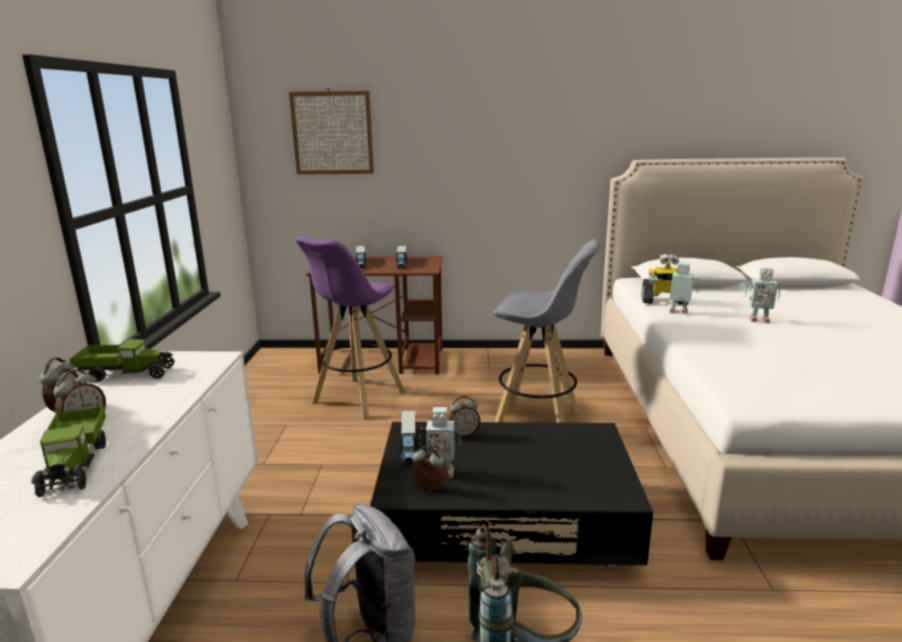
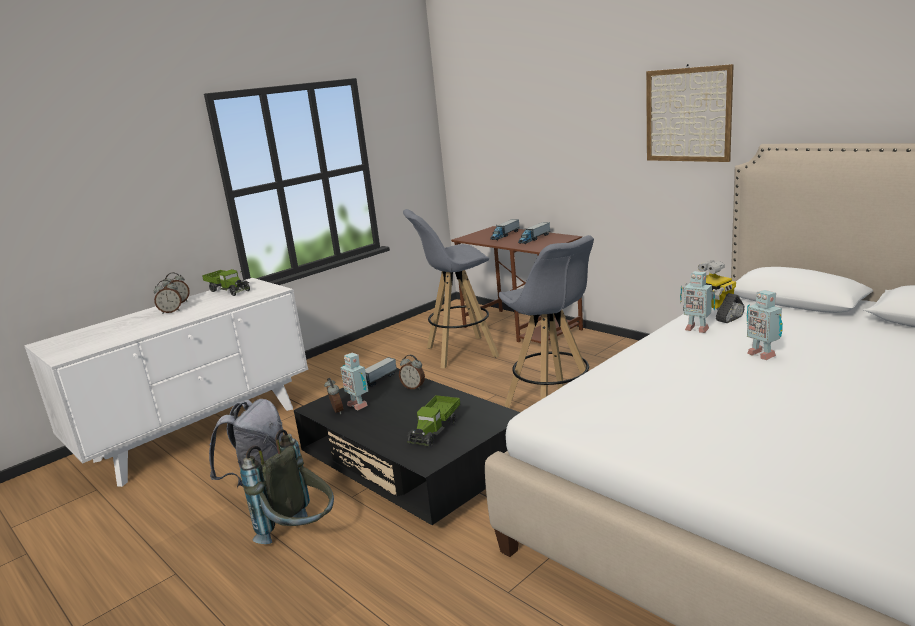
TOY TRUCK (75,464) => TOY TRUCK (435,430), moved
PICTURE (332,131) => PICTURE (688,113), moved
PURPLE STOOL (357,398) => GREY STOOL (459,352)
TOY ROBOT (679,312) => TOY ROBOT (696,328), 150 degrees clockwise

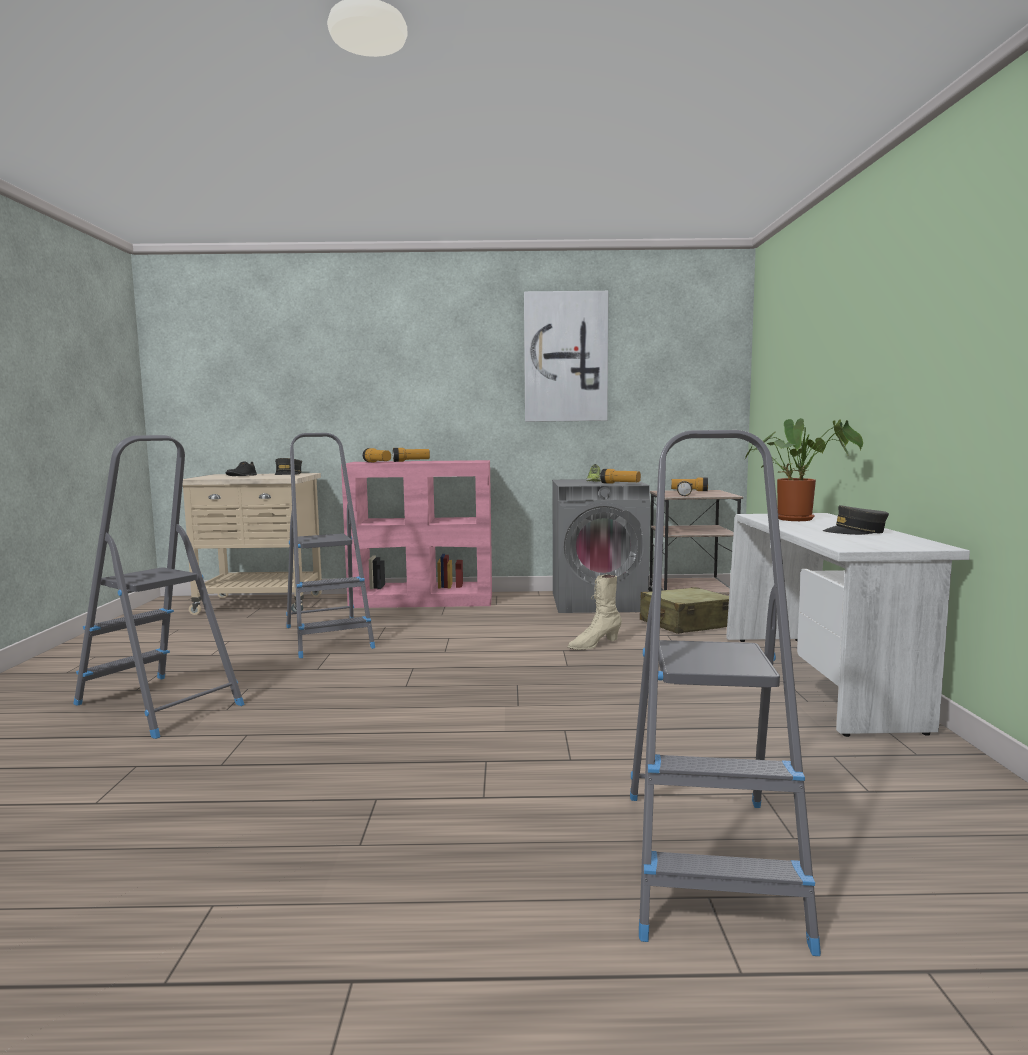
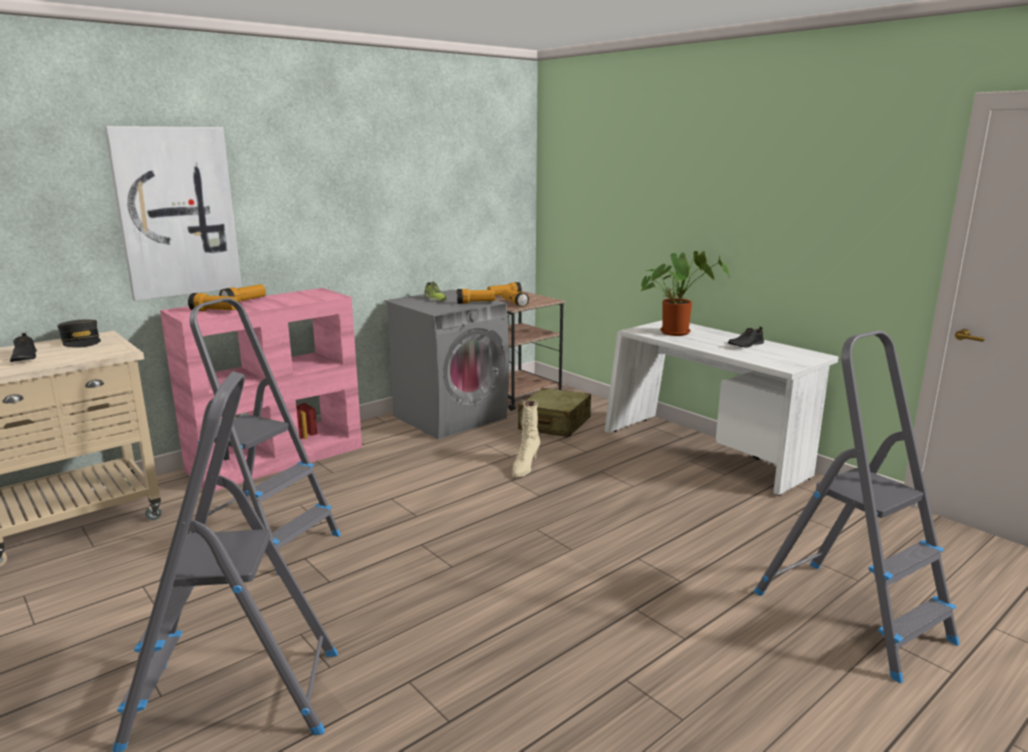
PICTURE (565,357) => PICTURE (176,212), moved
GREY CAP (855,532) => BLACK SHOE (745,345)

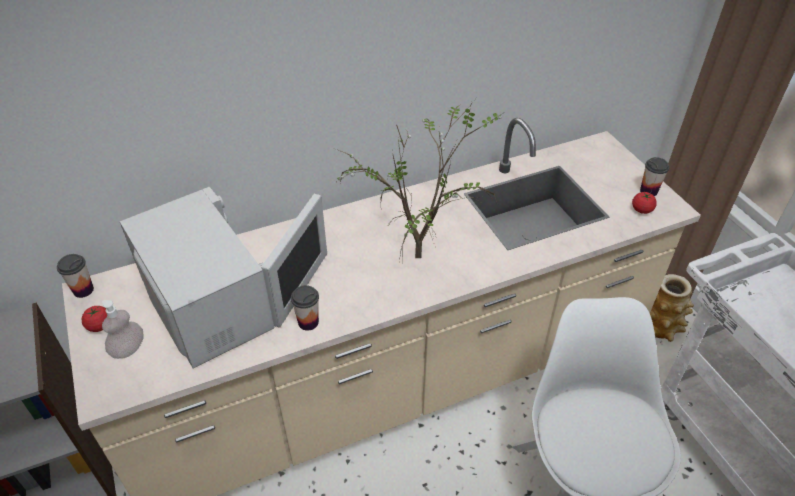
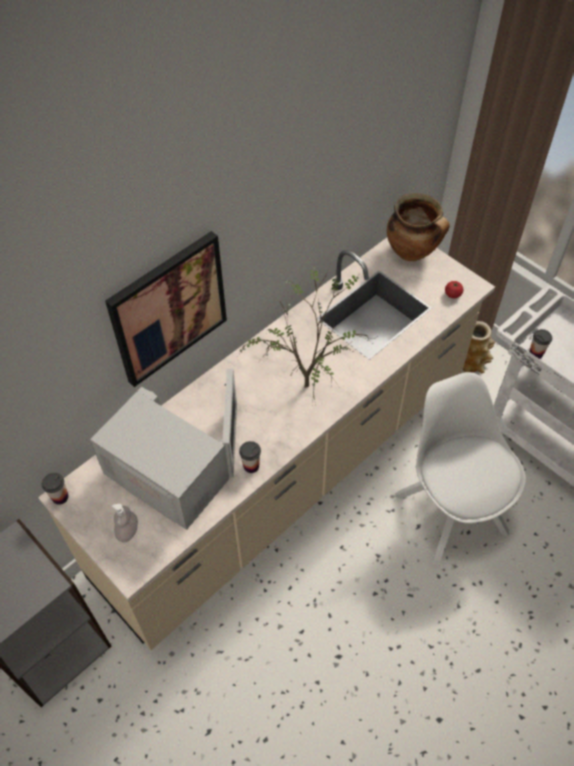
TOMATO (99,326) => nothing
CUP (648,191) => CUP (536,353), moved
nothing => PICTURE (168,308)
nothing => COOKING POT (412,252)

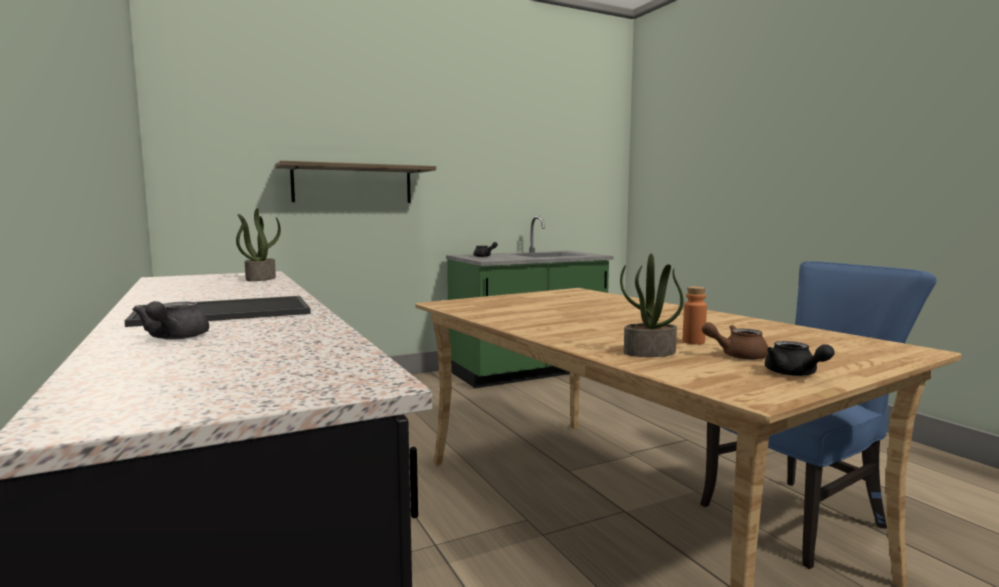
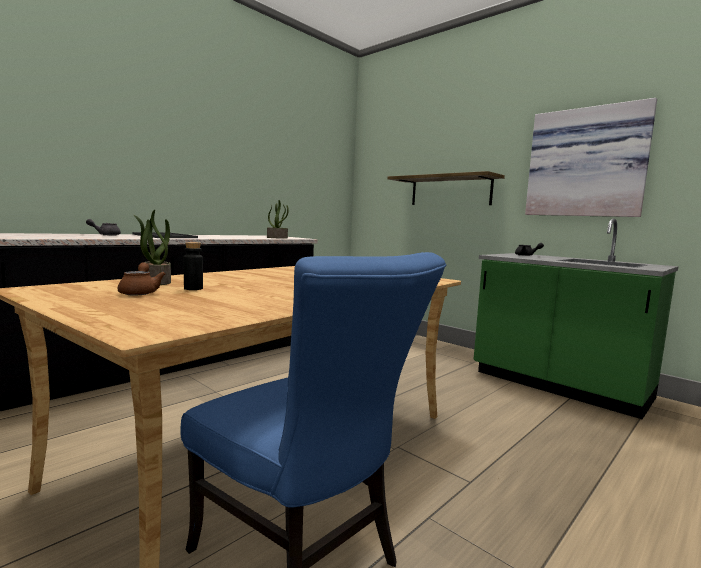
ORANGE BOTTLE (693,342) => BLACK BOTTLE (193,288)
BLACK TEAPOT (794,374) => nothing
nothing => PICTURE (586,163)

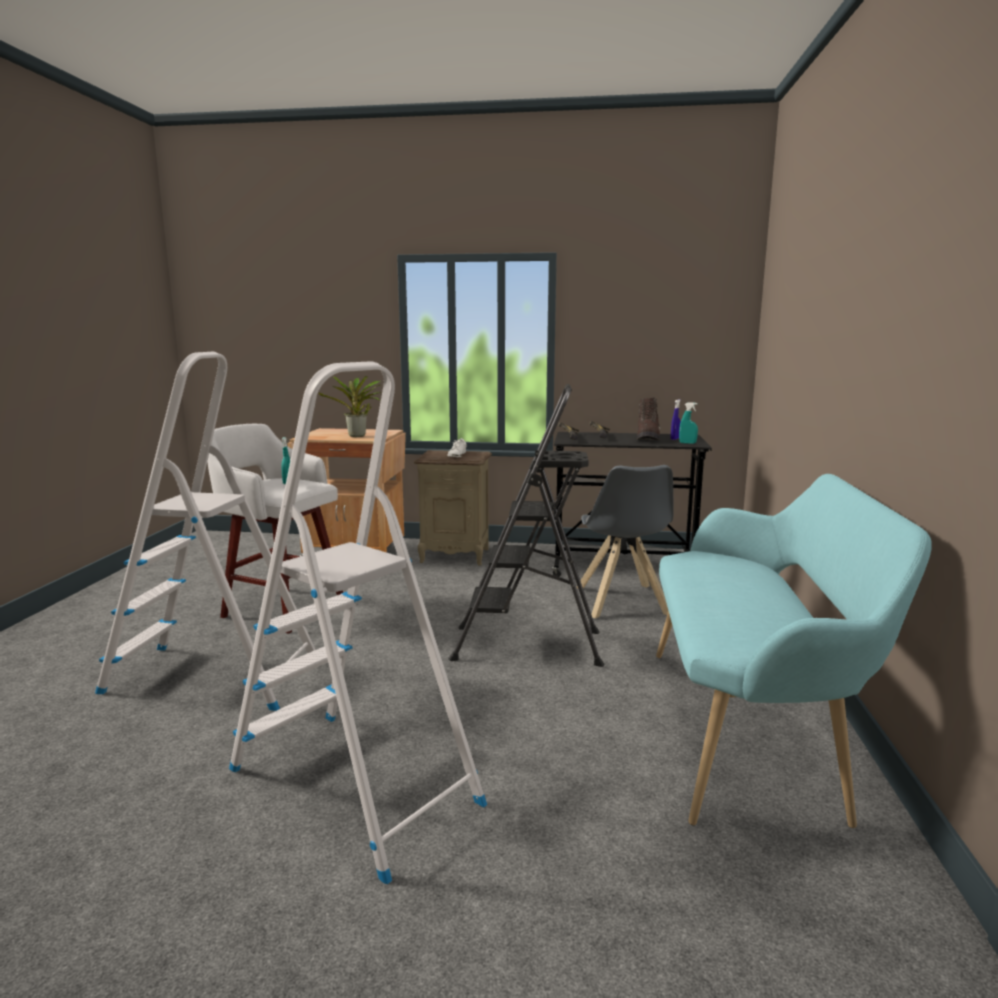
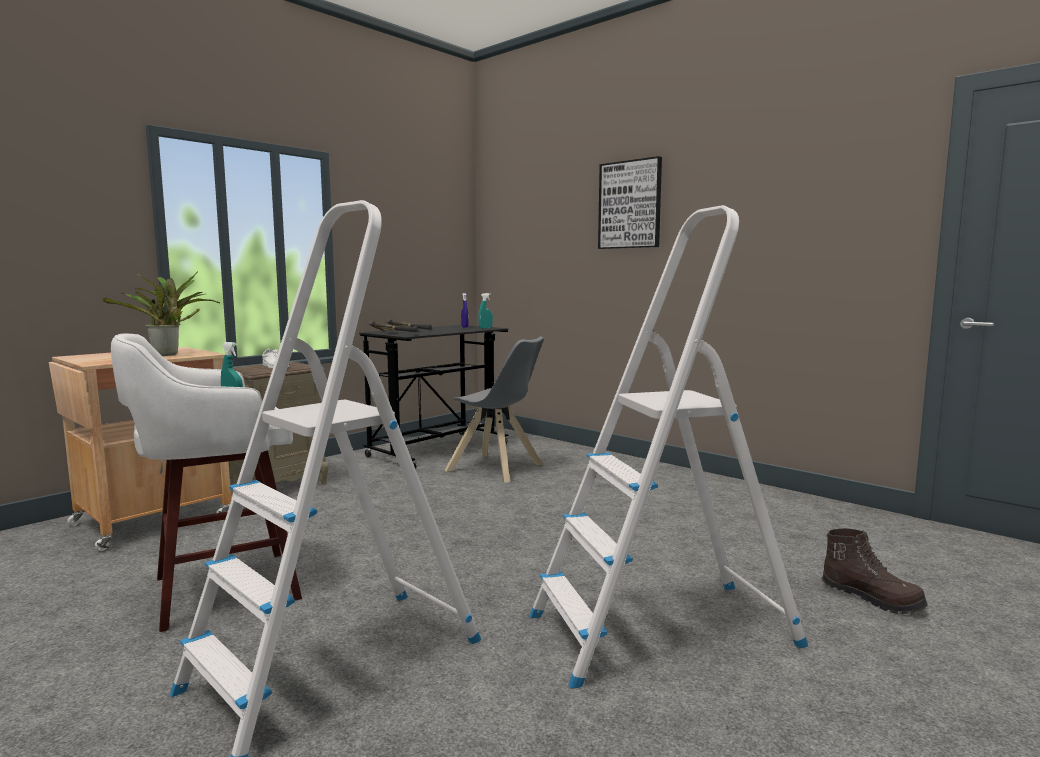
STEP LADDER (529,645) => nothing
BROWN BOOT (647,438) => BROWN BOOT (872,598), moved
TURQUOISE BENCH (751,729) => nothing
nothing => PICTURE (630,205)

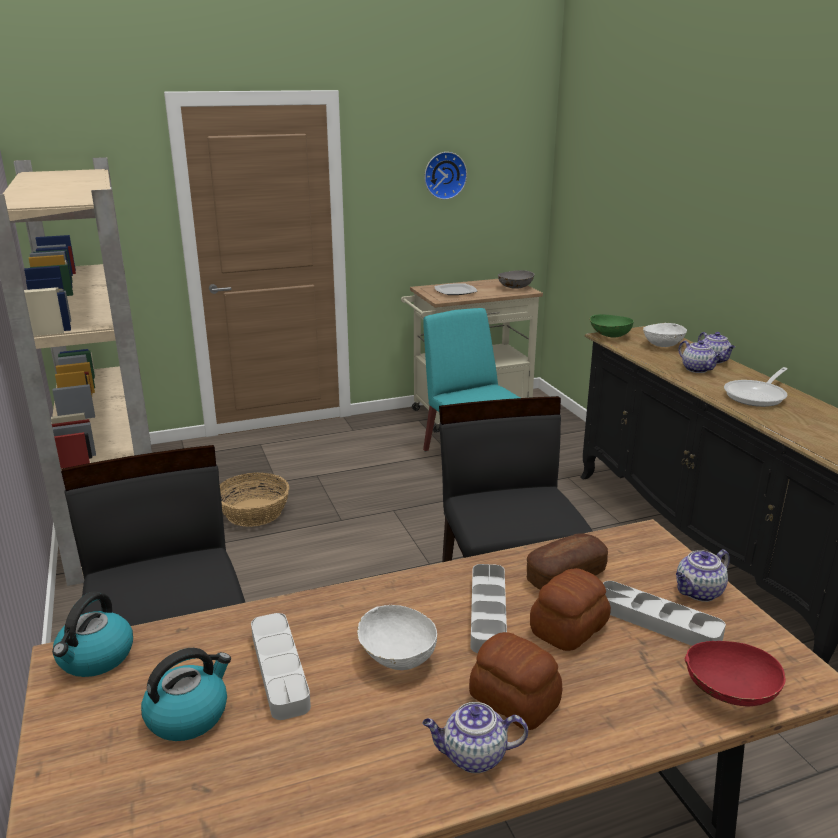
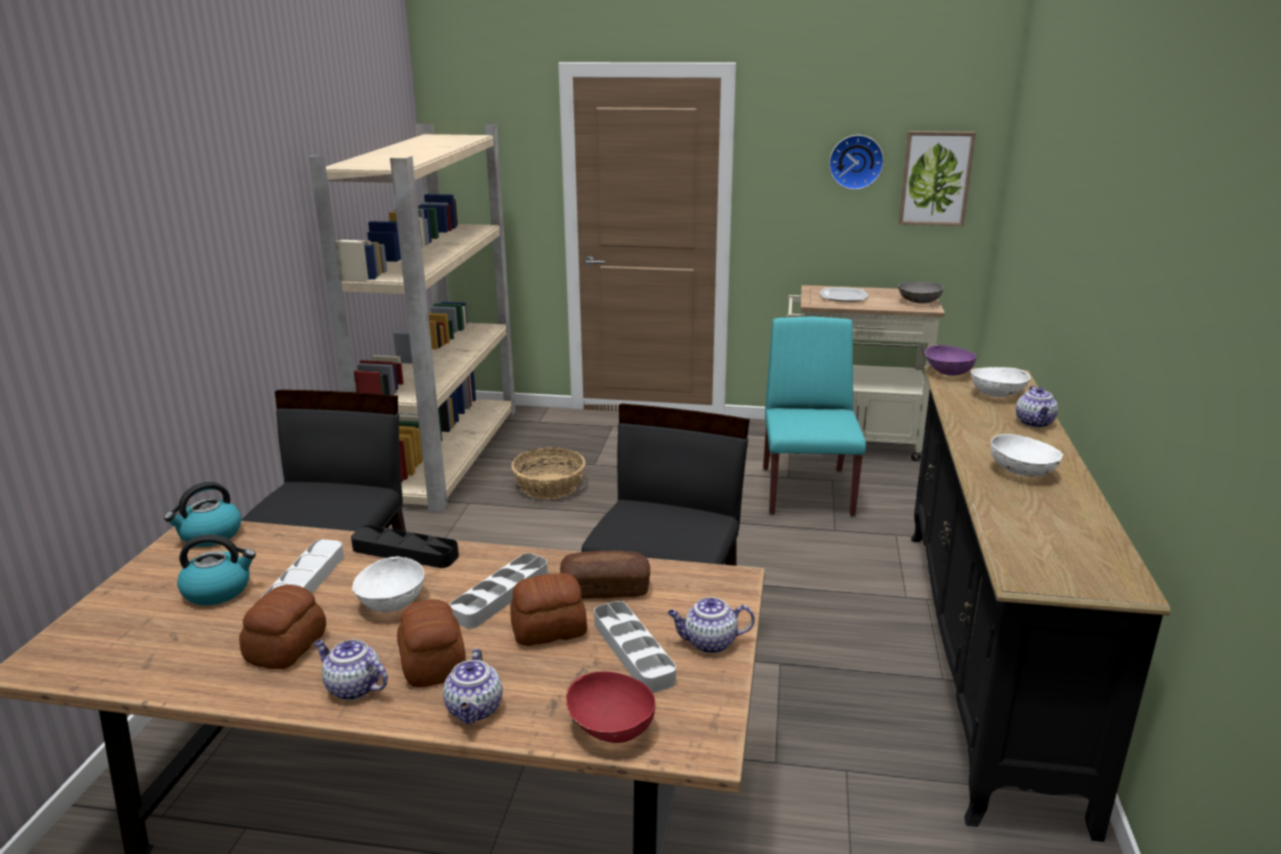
GREEN BOWL (609,336) => PURPLE BOWL (947,373)
TEAPOT (697,369) => TEAPOT (475,710), moved
FRYING PAN (757,395) => WHITE BOWL (1022,471)
nothing => BREAD (288,646)
nothing => BLACK TRAY (405,552)
nothing => PICTURE (935,178)

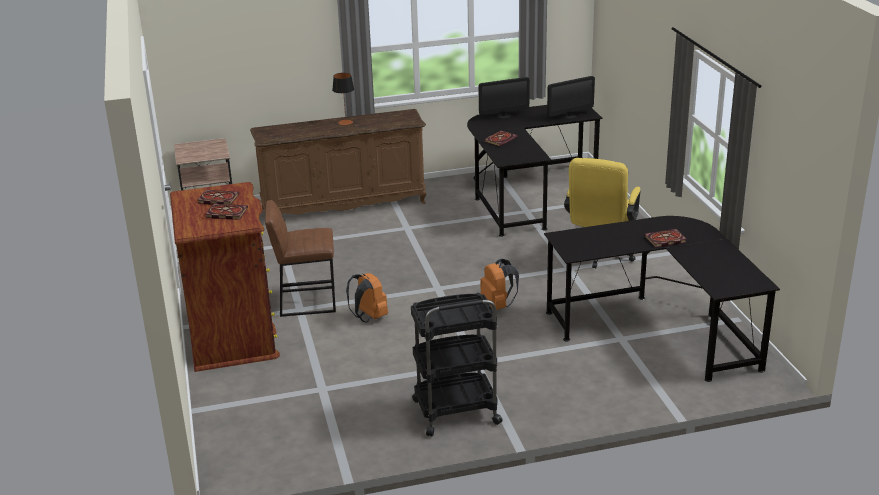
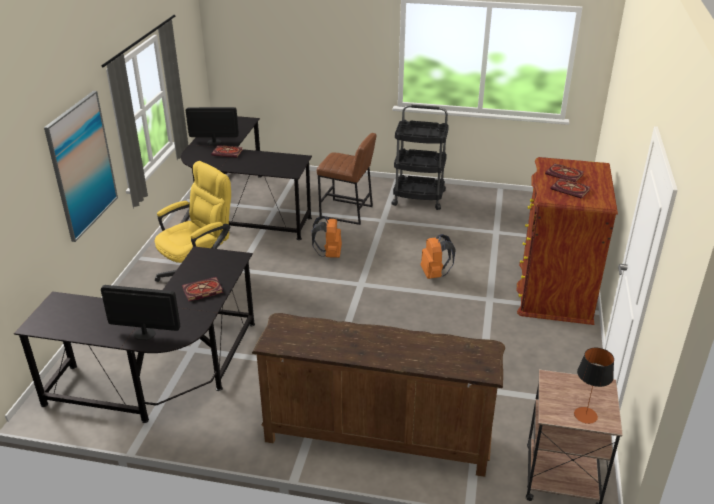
BROWN CHAIR (306,301) => BROWN CHAIR (347,212), moved
TABLE LAMP (345,122) => TABLE LAMP (585,415), moved
MONITOR (569,116) => MONITOR (214,142), moved
nothing => PICTURE (82,165)

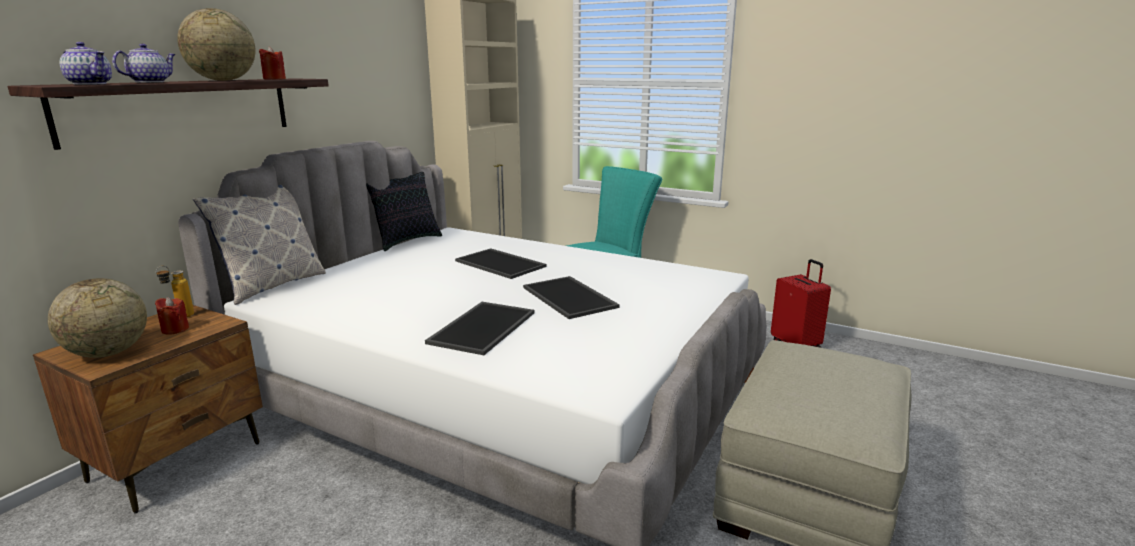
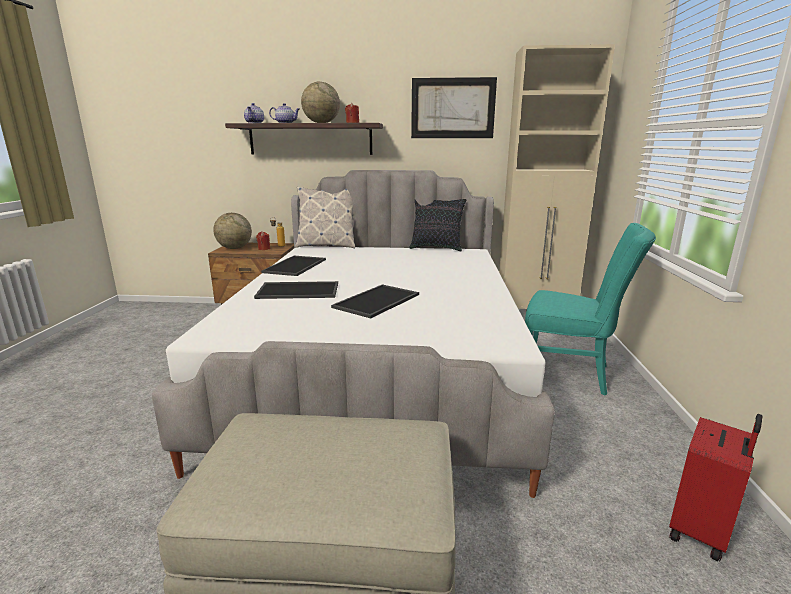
TRAY (501,263) => TRAY (296,266), moved
nothing => PICTURE (452,108)

